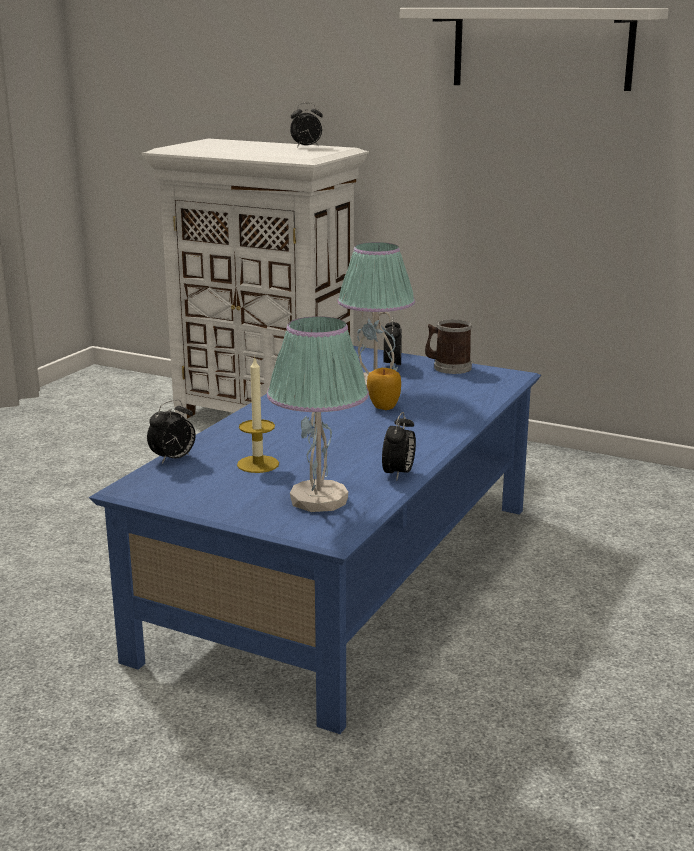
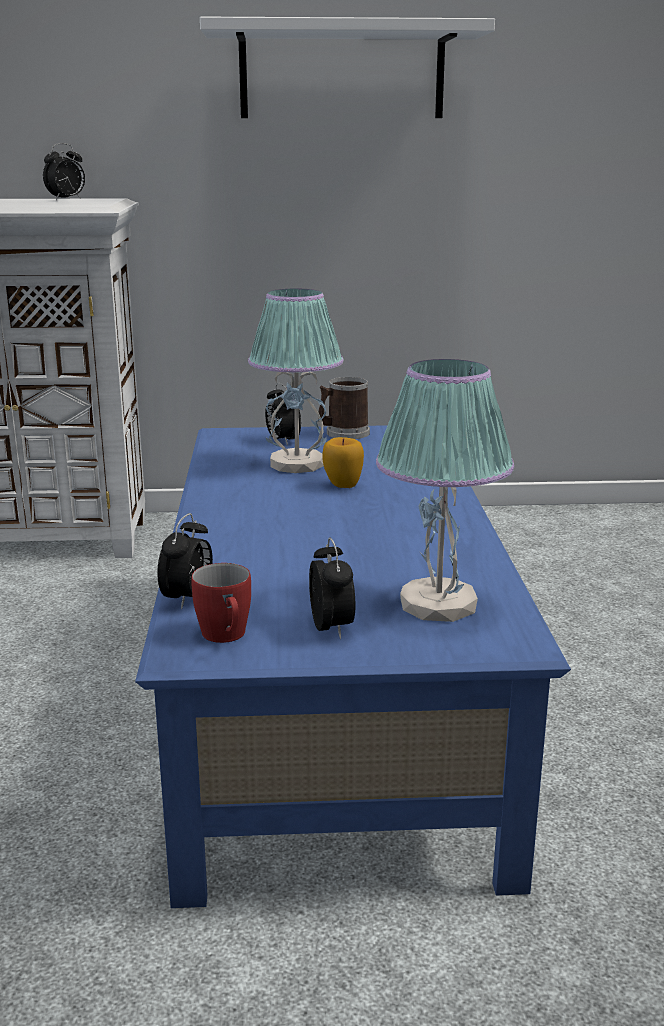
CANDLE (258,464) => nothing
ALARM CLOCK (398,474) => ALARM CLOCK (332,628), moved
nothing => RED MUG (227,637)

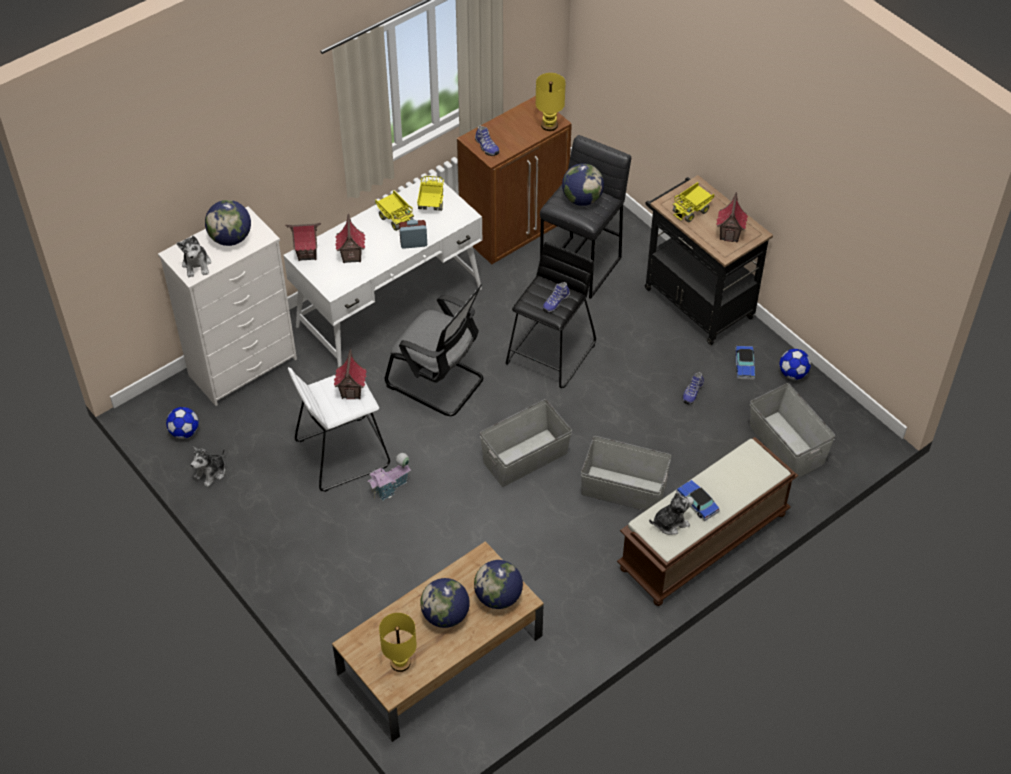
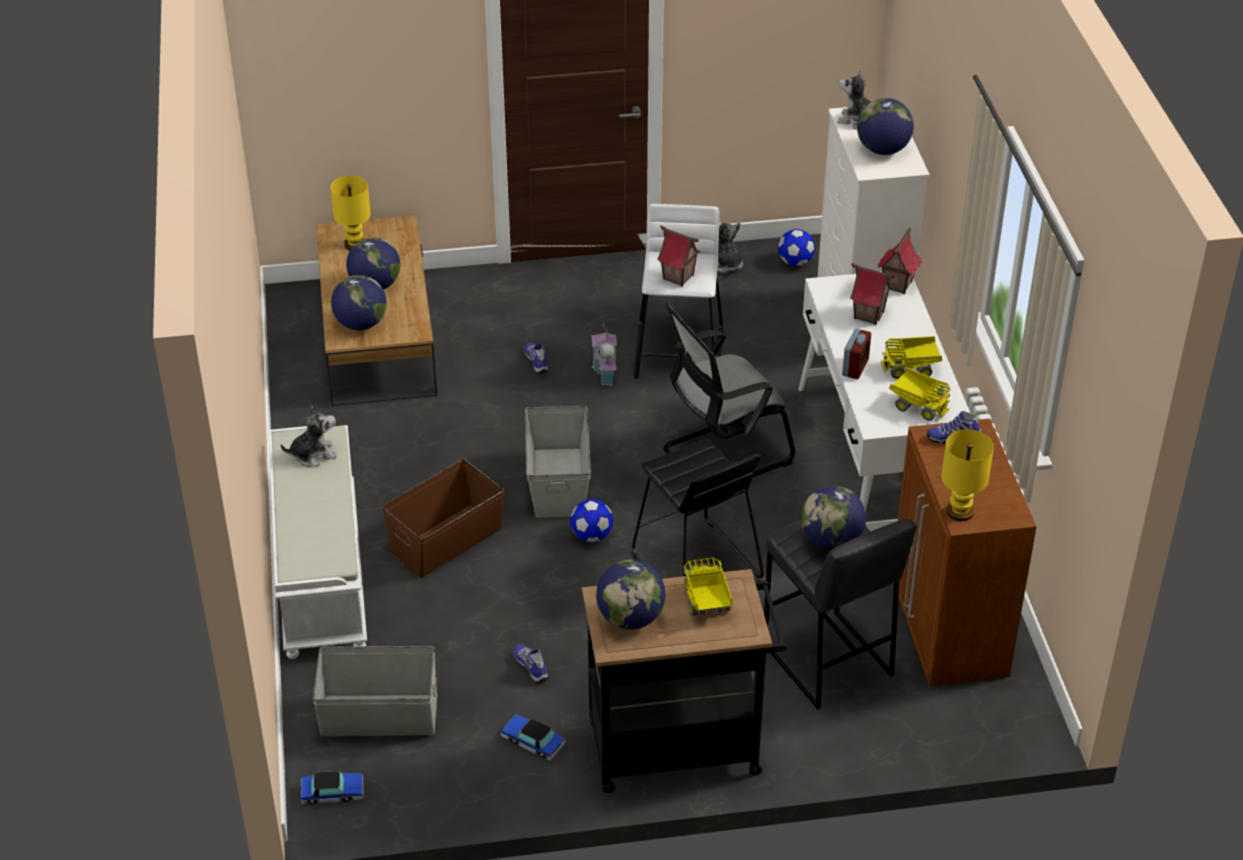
SHOE (555,302) => SHOE (537,362), moved
GREY STORAGE BOX (624,490) => BROWN STORAGE BOX (445,540)
BROWN BENCH (703,543) => WHITE BENCH (319,571)
PLUSH TOY (670,522) => PLUSH TOY (313,454), 120 degrees counterclockwise
TOY CAR (697,503) => TOY CAR (332,793), moved
TOY HOUSE (730,235) => GLOBE (630,618)
FOOTBALL (793,373) => FOOTBALL (591,536), moved

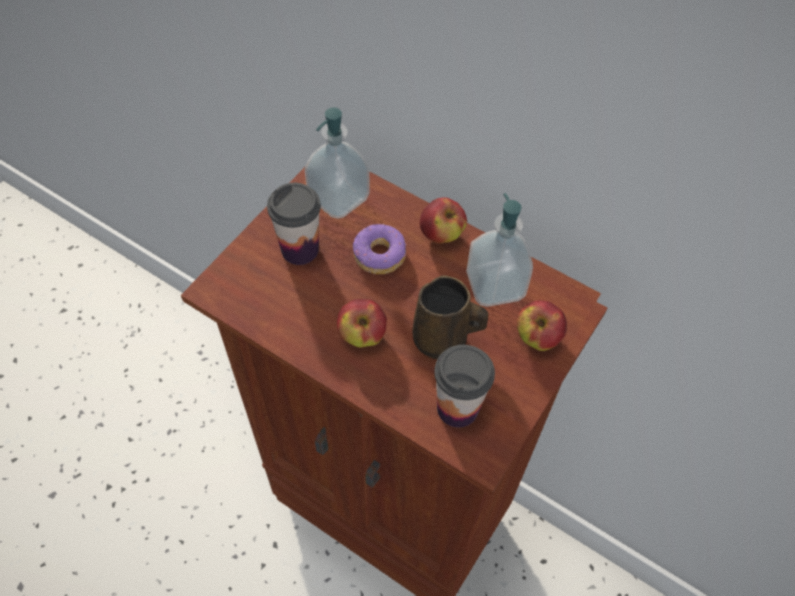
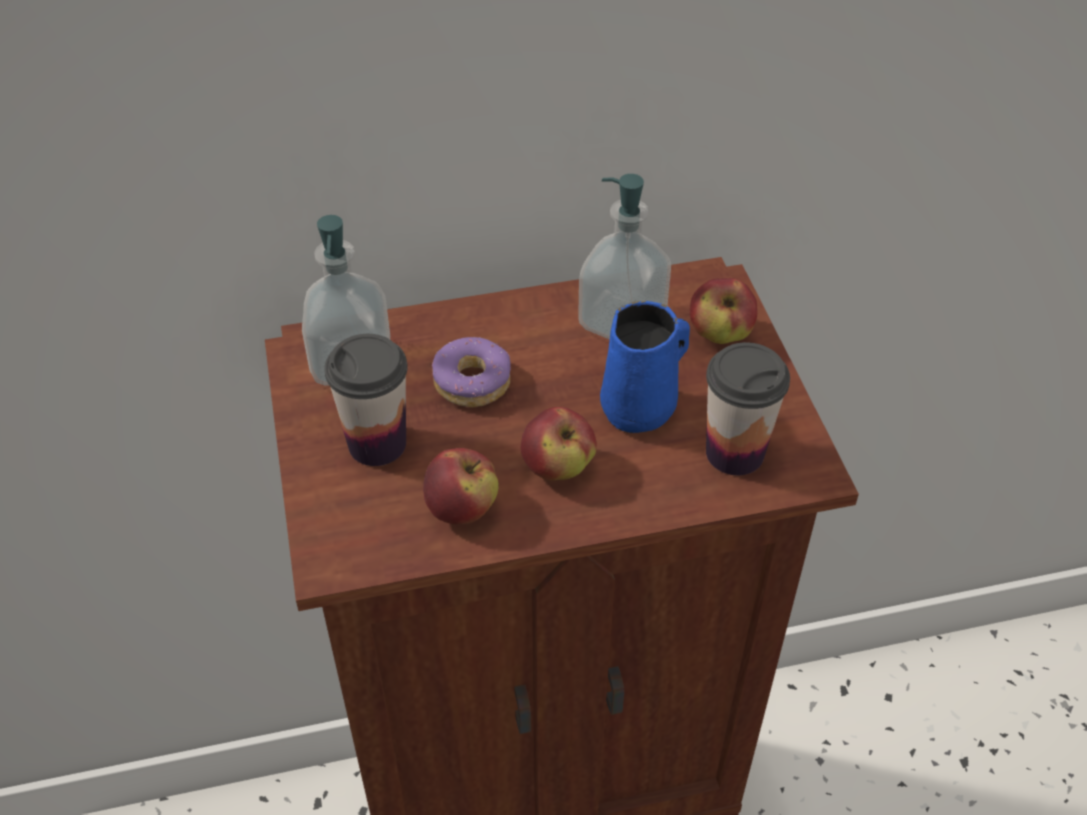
BROWN MUG (443,341) => BLUE MUG (641,407)
APPLE (441,235) => APPLE (462,509), moved

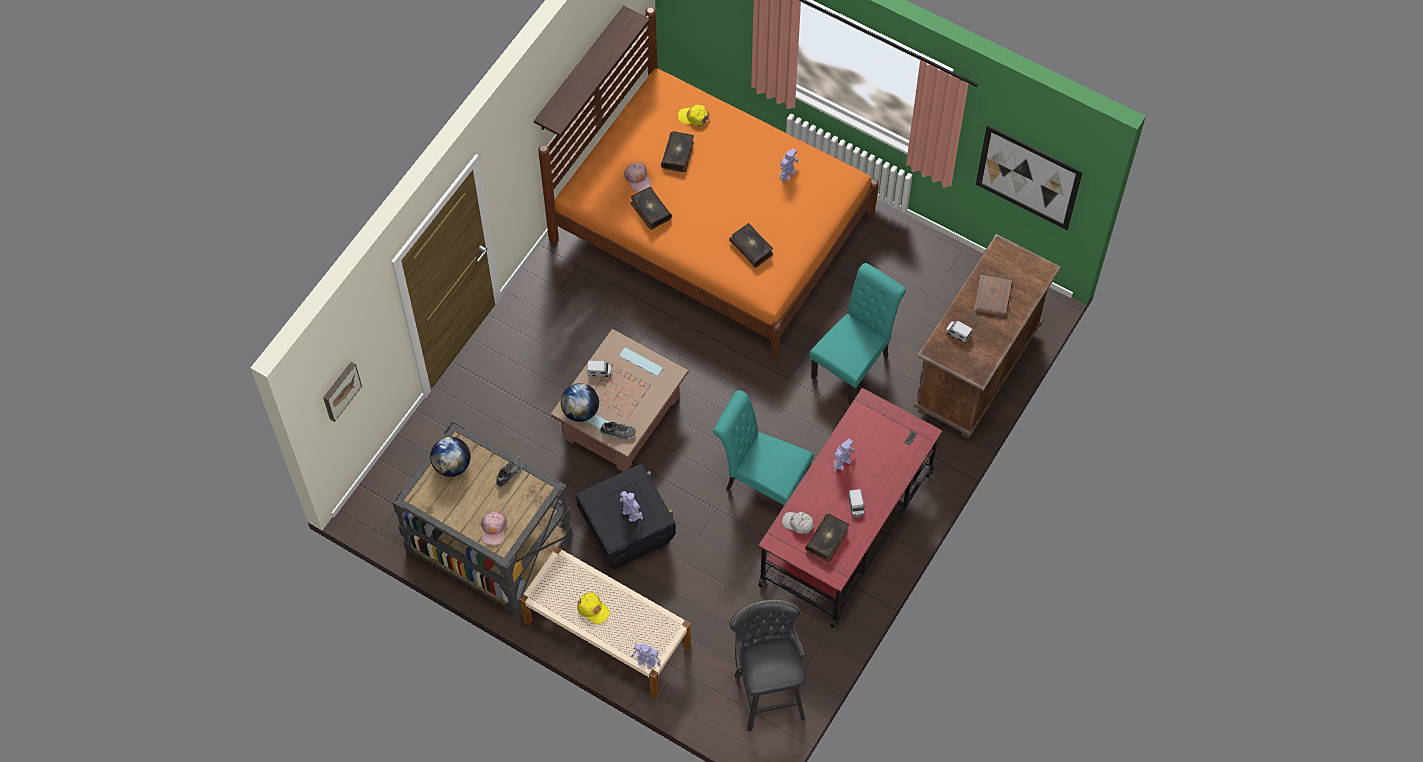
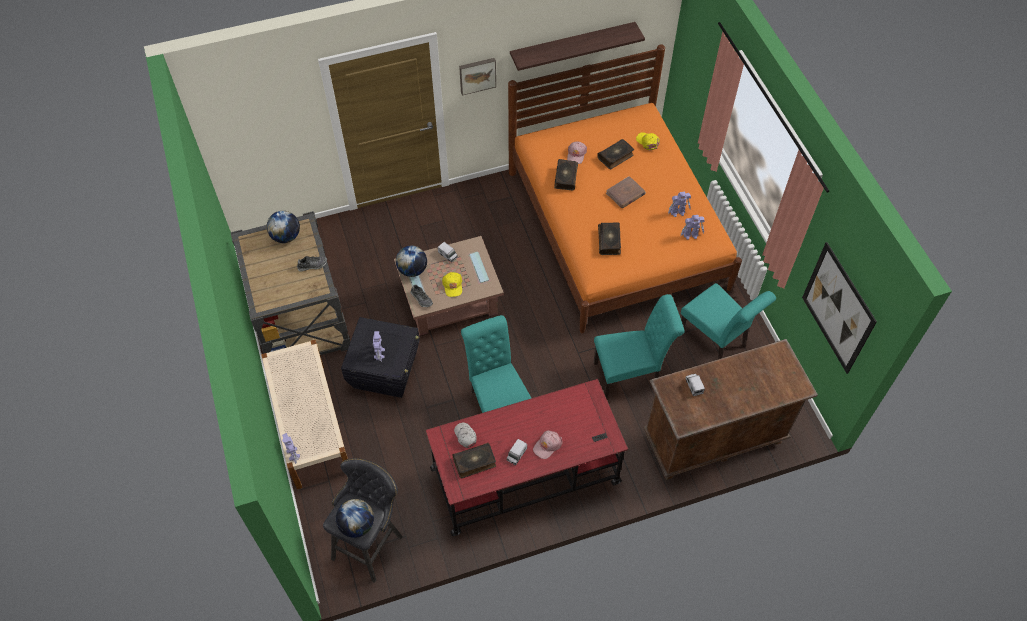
PICTURE (340,390) => PICTURE (477,75), moved
PINK CAP (493,529) => PINK CAP (547,445), moved
YELLOW CAP (593,609) => YELLOW CAP (453,286), moved
TOY ROBOT (842,462) => TOY ROBOT (691,235), moved
BROWN BOOK (993,297) => BROWN BOOK (625,194), moved
nothing => GLOBE (357,525)
nothing => TURQUOISE CHAIR (716,341)

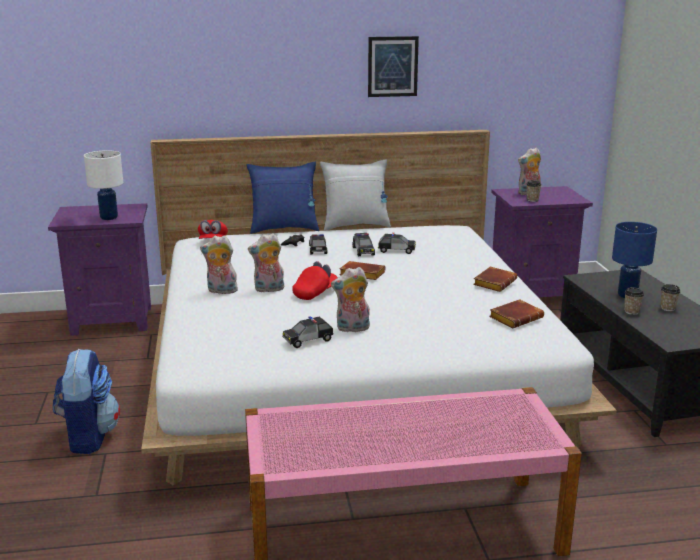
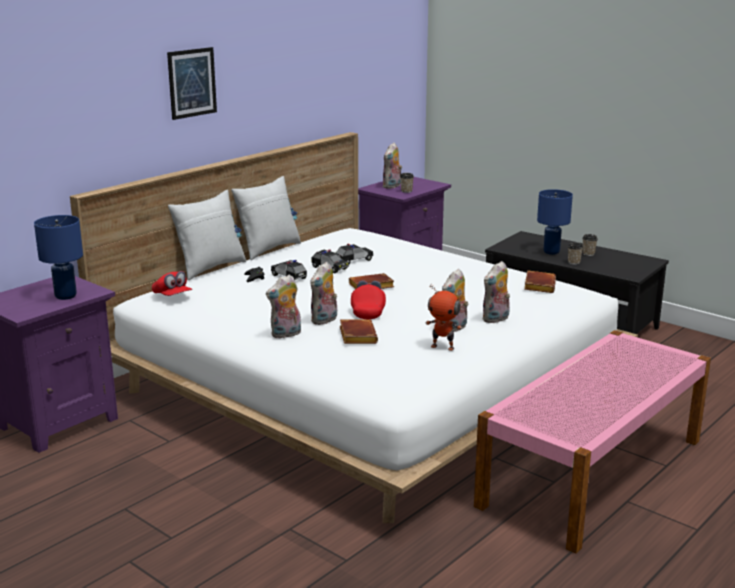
BACKPACK (88,437) => nothing
WHITE TABLE LAMP (108,218) => BLUE TABLE LAMP (65,297)
BLUE PILLOW (284,229) => GREY PILLOW (210,268)
TOY CAR (308,340) => TOY ROBOT (443,347)
PICTURE (392,66) => PICTURE (192,83), moved
BROWN BOOK (494,283) => BROWN BOOK (356,336), moved
nothing => PLUSH TOY (496,319)

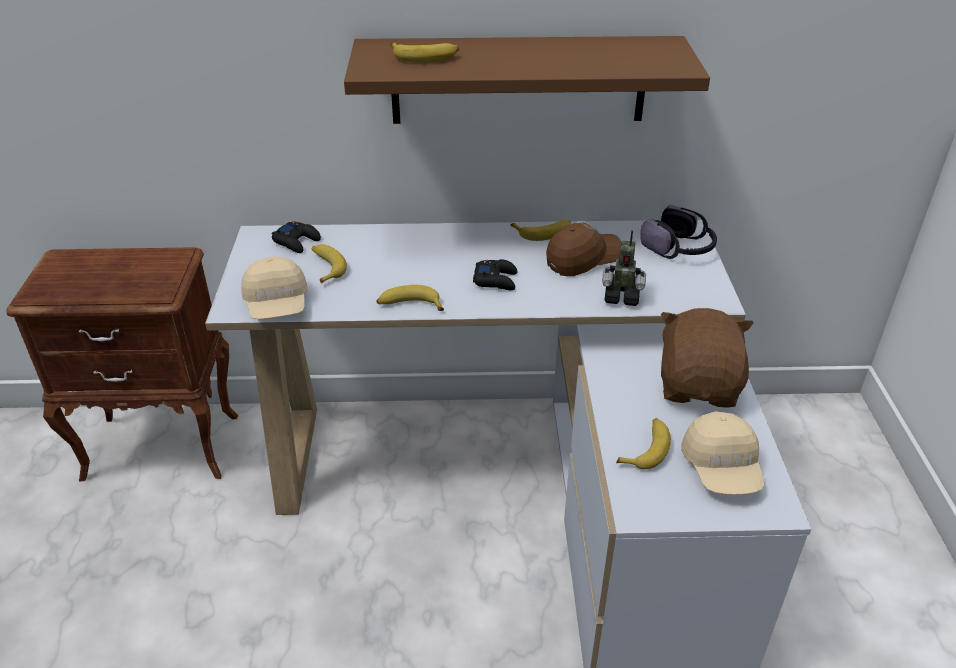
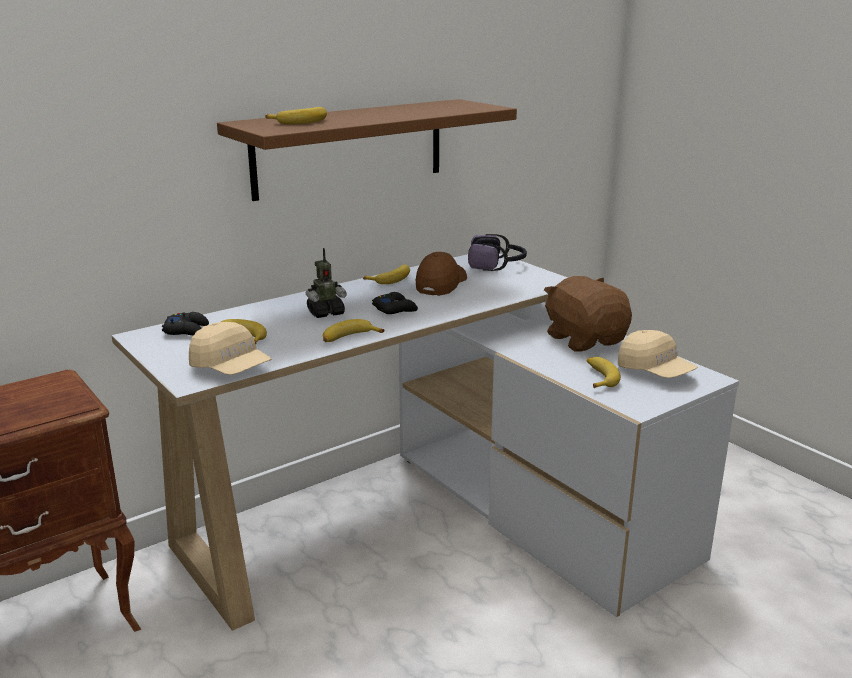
TOY ROBOT (621,296) => TOY ROBOT (325,313), moved

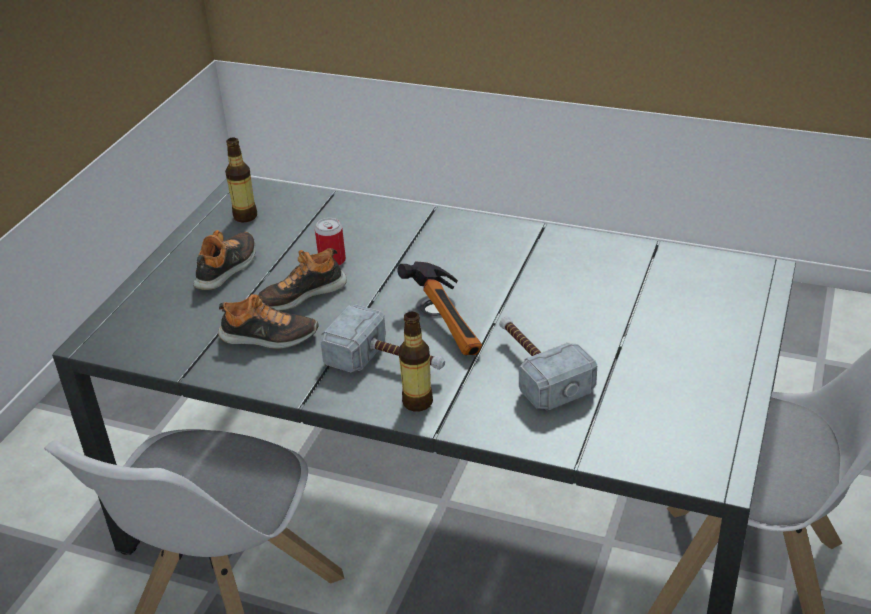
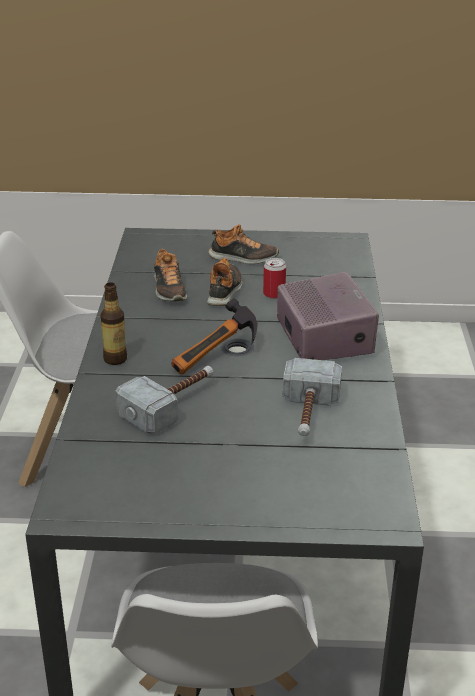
BOTTLE (245,216) => nothing
SHOE (301,294) => SHOE (225,291), 60 degrees clockwise
HAMMER (388,362) => HAMMER (308,414), moved
nothing => RADIO (324,337)

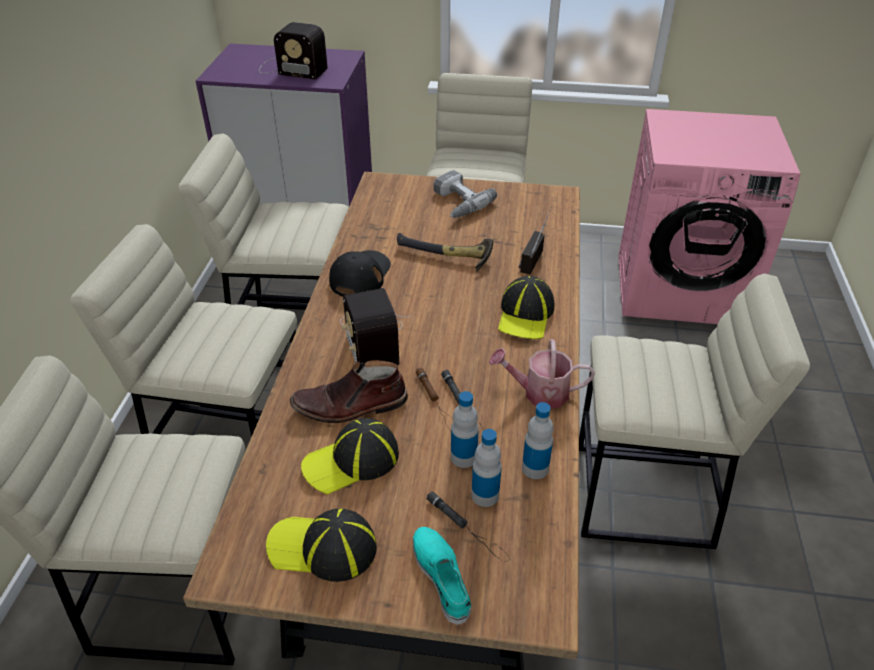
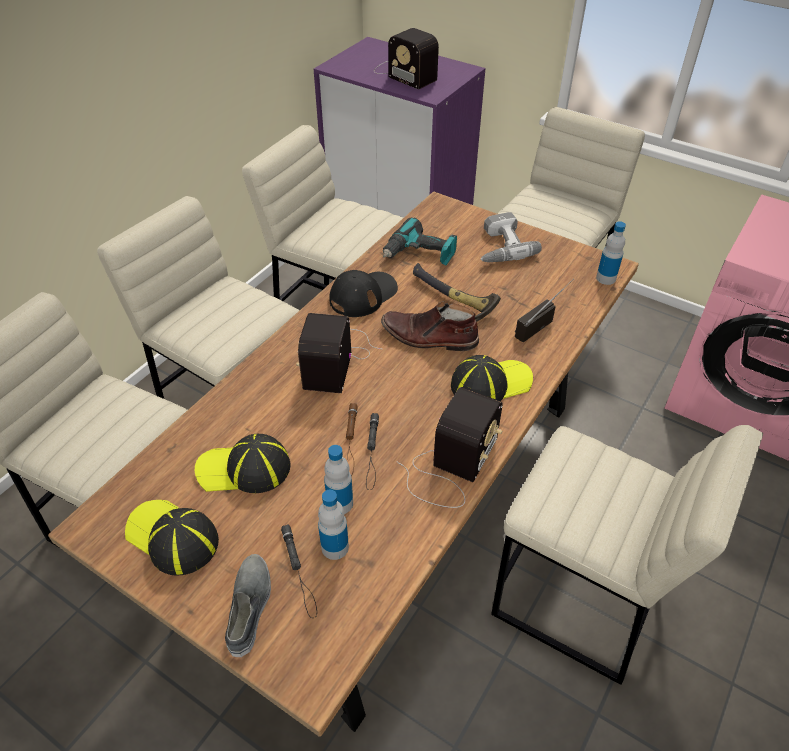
BROWN BOOT (350,406) => BROWN BOOT (429,337), moved
TURQUOISE SHOE (442,576) => GREY SHOE (249,606)
WATERING CAN (539,392) => RADIO (451,467)
CAP (525,315) => CAP (490,383), 150 degrees counterclockwise
BOTTLE (535,468) => BOTTLE (606,278), moved
nothing => POWER DRILL (419,254)

